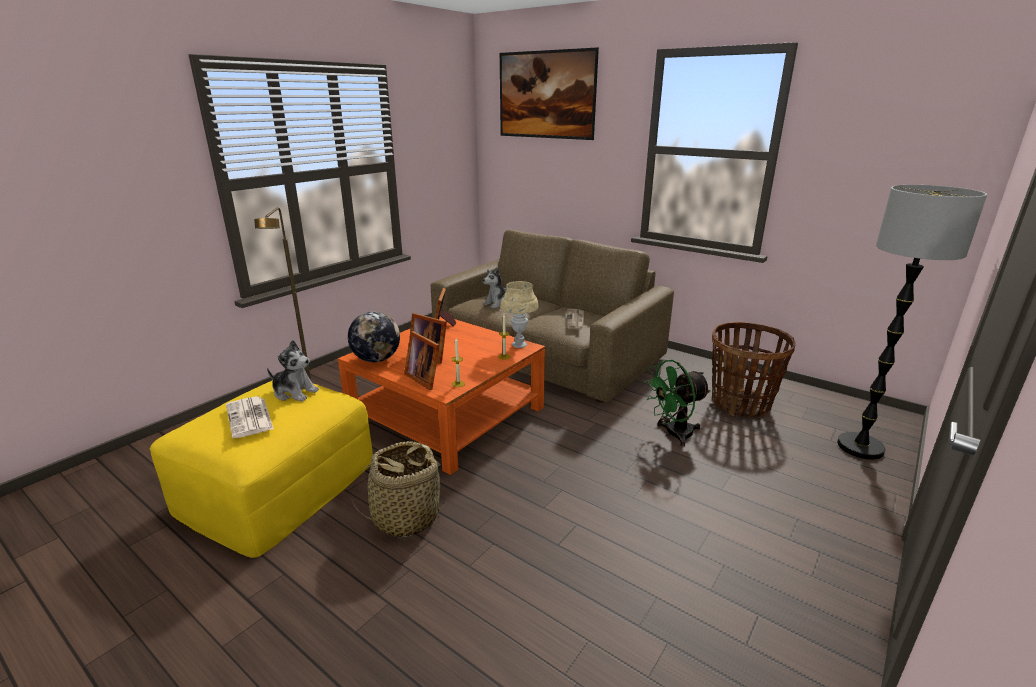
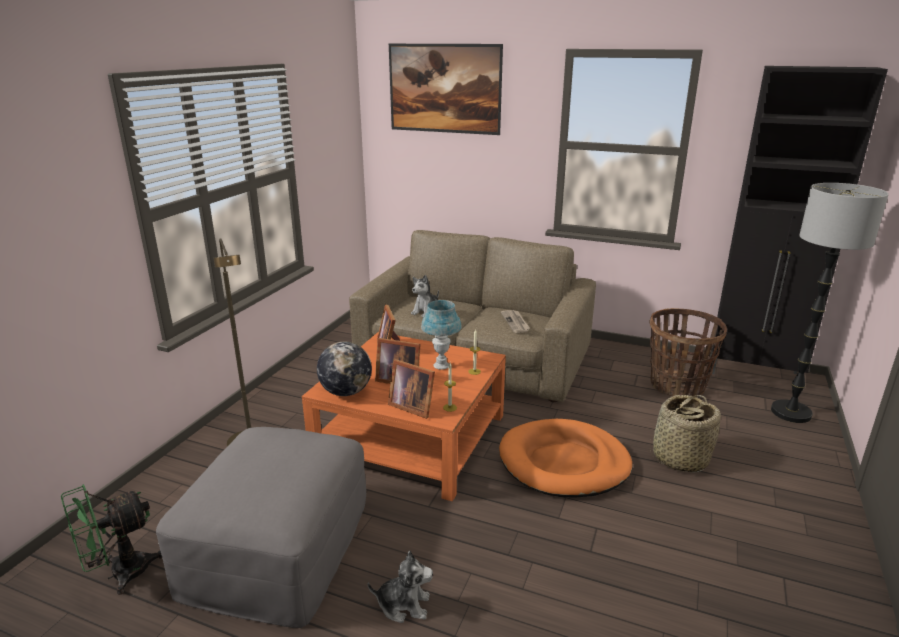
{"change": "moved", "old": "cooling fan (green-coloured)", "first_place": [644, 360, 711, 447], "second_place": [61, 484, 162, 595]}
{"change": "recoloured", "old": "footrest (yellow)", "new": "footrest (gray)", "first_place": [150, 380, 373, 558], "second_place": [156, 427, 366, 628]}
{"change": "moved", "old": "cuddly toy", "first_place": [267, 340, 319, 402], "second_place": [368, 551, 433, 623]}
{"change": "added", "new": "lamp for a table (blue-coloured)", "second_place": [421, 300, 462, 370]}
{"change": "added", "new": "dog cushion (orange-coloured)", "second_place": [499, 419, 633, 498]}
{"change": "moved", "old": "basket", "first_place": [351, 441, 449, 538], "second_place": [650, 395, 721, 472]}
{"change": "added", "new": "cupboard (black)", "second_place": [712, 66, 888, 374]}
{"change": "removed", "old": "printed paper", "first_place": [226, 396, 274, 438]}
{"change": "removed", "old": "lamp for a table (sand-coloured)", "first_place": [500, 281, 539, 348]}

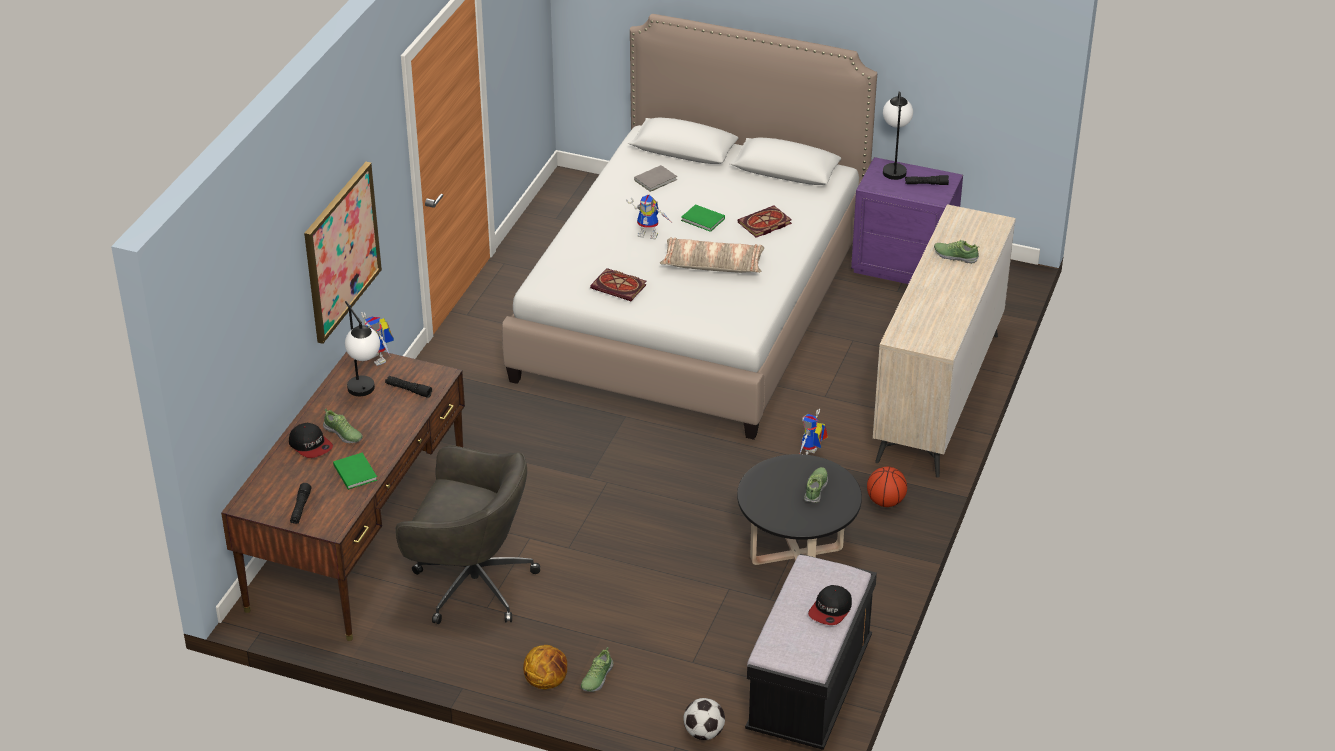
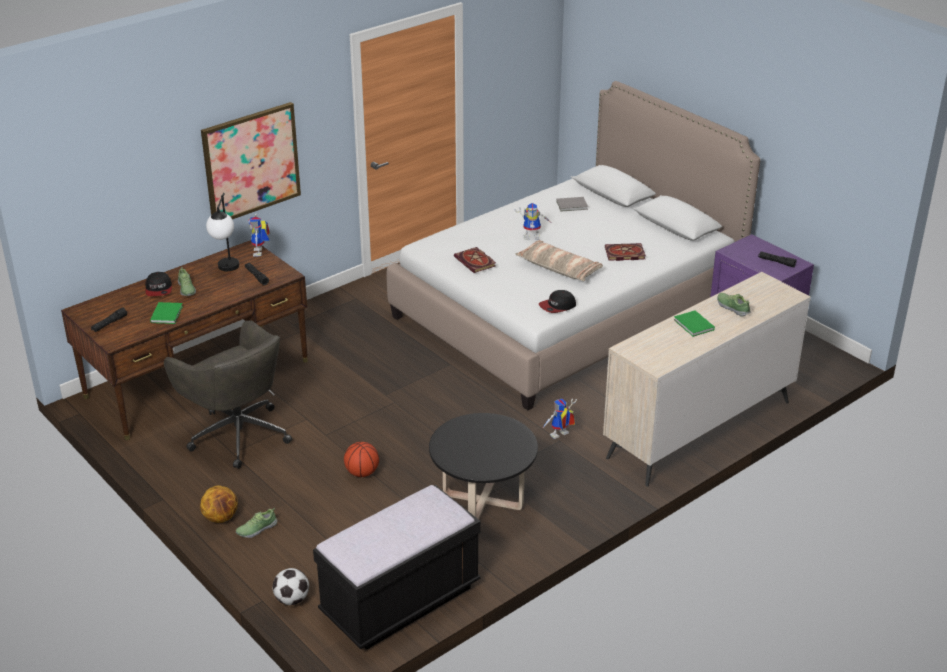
{"change": "moved", "old": "basketball", "first_place": [867, 467, 907, 507], "second_place": [344, 442, 379, 477]}
{"change": "turned", "old": "robot figure", "first_place": [626, 194, 671, 239], "second_place": [514, 203, 553, 240], "degrees": -45}
{"change": "moved", "old": "baseball cap", "first_place": [808, 585, 852, 625], "second_place": [539, 290, 576, 313]}
{"change": "moved", "old": "volume (green-coloured)", "first_place": [681, 204, 725, 232], "second_place": [674, 310, 715, 337]}
{"change": "removed", "old": "item of footwear", "first_place": [804, 467, 828, 503]}
{"change": "removed", "old": "lamp for a table", "first_place": [883, 91, 913, 180]}

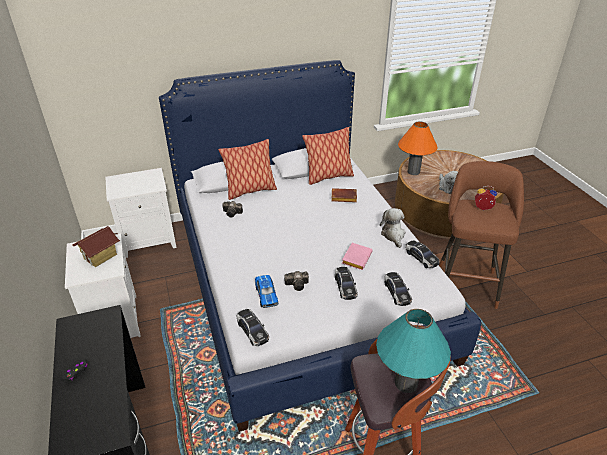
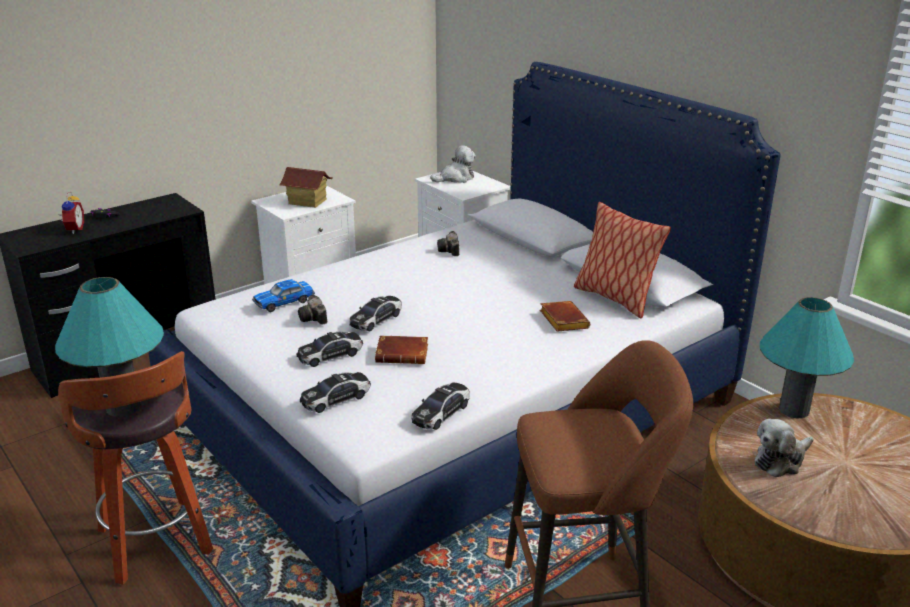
{"change": "moved", "old": "table clock", "first_place": [475, 186, 497, 210], "second_place": [60, 192, 84, 234]}
{"change": "moved", "old": "toy car", "first_place": [237, 309, 269, 346], "second_place": [349, 296, 402, 332]}
{"change": "recoloured", "old": "volume (pink-coloured)", "new": "volume (brown)", "first_place": [342, 243, 373, 270], "second_place": [375, 336, 428, 364]}
{"change": "moved", "old": "cuddly toy", "first_place": [380, 208, 405, 248], "second_place": [430, 145, 476, 183]}
{"change": "recoloured", "old": "lamp for a table (orange-coloured)", "new": "lamp for a table (turquoise-coloured)", "first_place": [398, 122, 438, 175], "second_place": [760, 297, 854, 418]}
{"change": "removed", "old": "pillow", "first_place": [218, 139, 277, 200]}

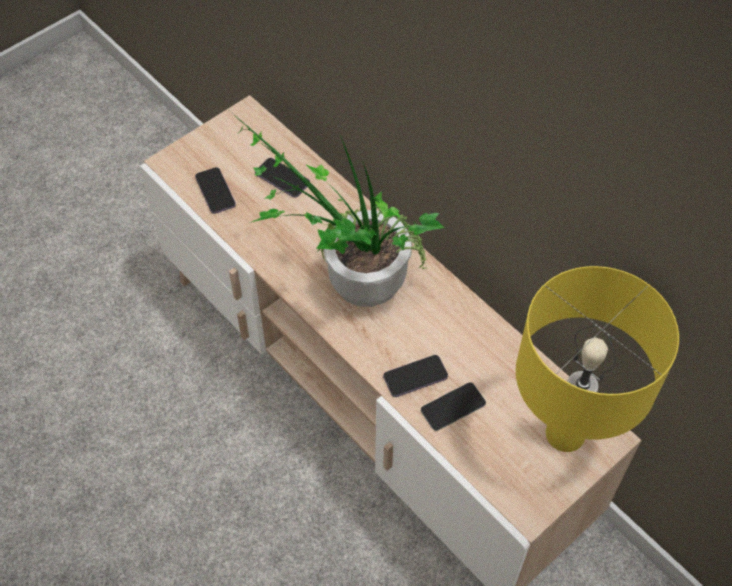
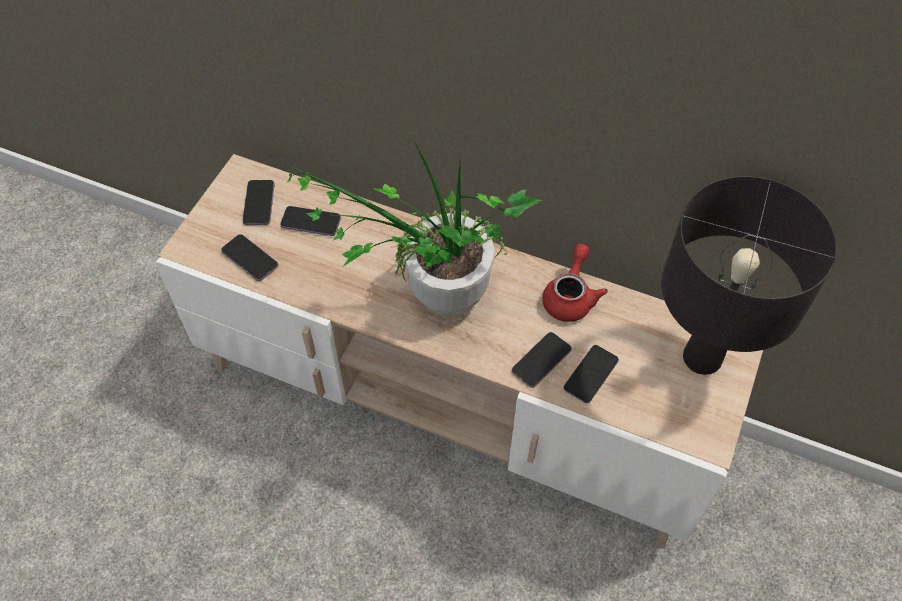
{"change": "added", "new": "telephone", "second_place": [242, 180, 275, 225]}
{"change": "added", "new": "pot for tea (red-coloured)", "second_place": [542, 244, 608, 322]}
{"change": "recoloured", "old": "lamp for a table (yellow)", "new": "lamp for a table (black)", "first_place": [516, 266, 679, 452], "second_place": [661, 176, 837, 375]}

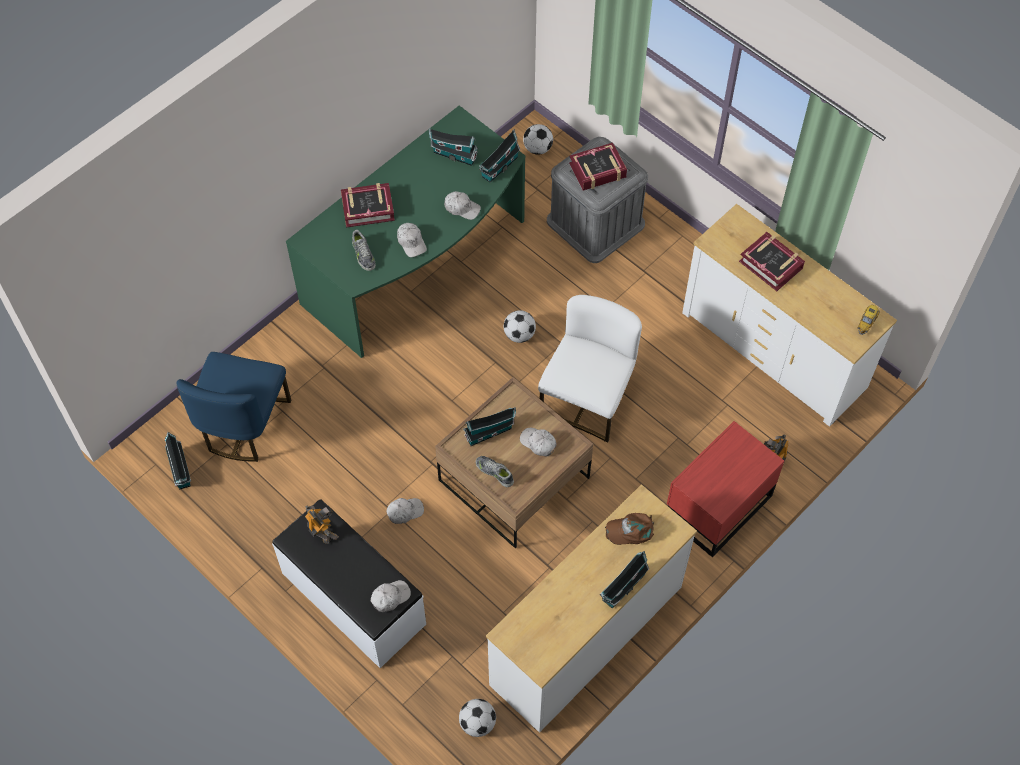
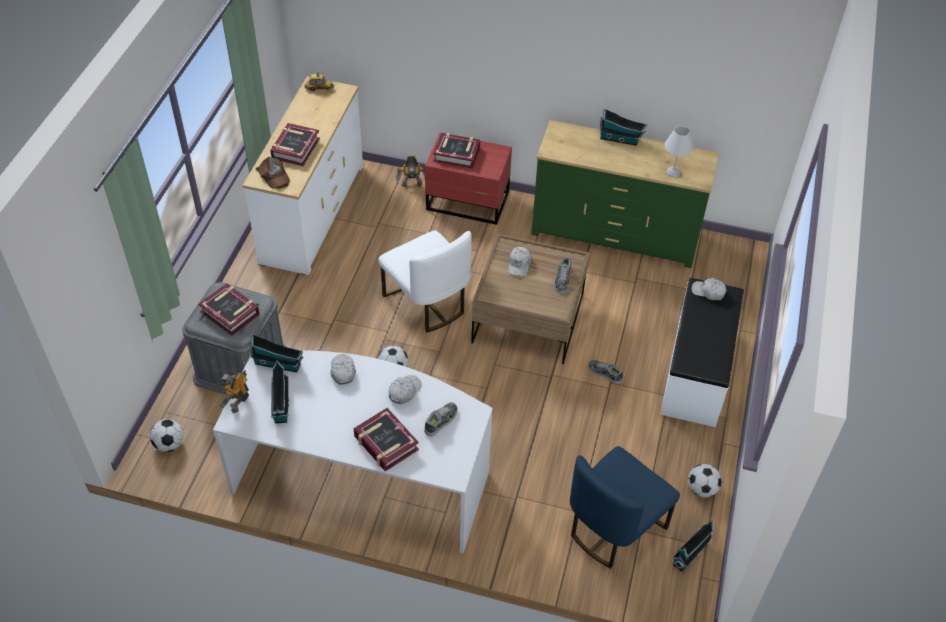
{"change": "recoloured", "old": "desk table (green-coloured)", "new": "desk table (whitish)", "first_place": [286, 106, 525, 358], "second_place": [213, 351, 492, 554]}
{"change": "moved", "old": "robot figure", "first_place": [305, 505, 339, 544], "second_place": [220, 370, 249, 413]}
{"change": "moved", "old": "baseball cap (brown)", "first_place": [605, 513, 654, 545], "second_place": [256, 157, 290, 189]}
{"change": "turned", "old": "upright chair (whitish)", "first_place": [538, 295, 642, 443], "second_place": [379, 230, 472, 332], "degrees": -120}
{"change": "added", "new": "volume", "second_place": [433, 133, 480, 169]}
{"change": "recoloured", "old": "chest of drawers (whitish)", "new": "chest of drawers (green-coloured)", "first_place": [486, 484, 697, 733], "second_place": [531, 120, 719, 268]}
{"change": "turned", "old": "upright chair (blue-coloured)", "first_place": [176, 352, 291, 462], "second_place": [570, 446, 680, 569], "degrees": 150}
{"change": "replaced", "old": "baseball cap (whitish)", "new": "item of footwear", "first_place": [386, 498, 424, 524], "second_place": [588, 360, 623, 385]}
{"change": "added", "new": "lamp for a table (whitish)", "second_place": [665, 126, 693, 177]}
{"change": "moved", "old": "ball for football", "first_place": [459, 699, 496, 737], "second_place": [688, 464, 722, 497]}
{"change": "removed", "old": "toy house", "first_place": [463, 407, 516, 446]}

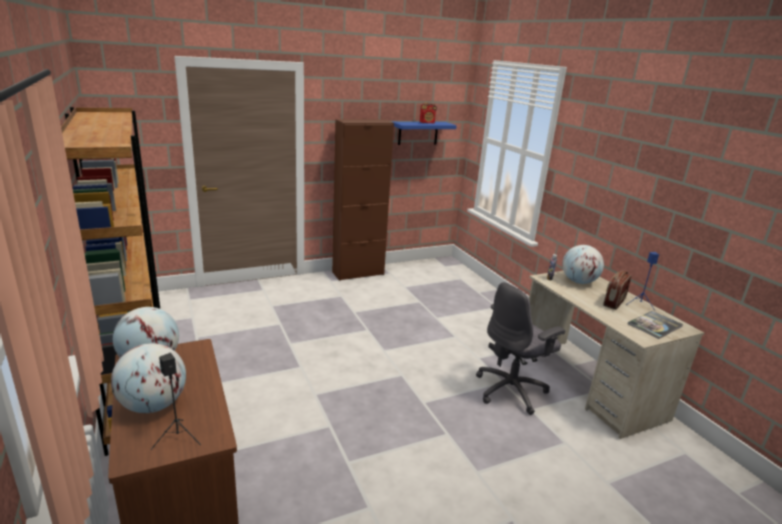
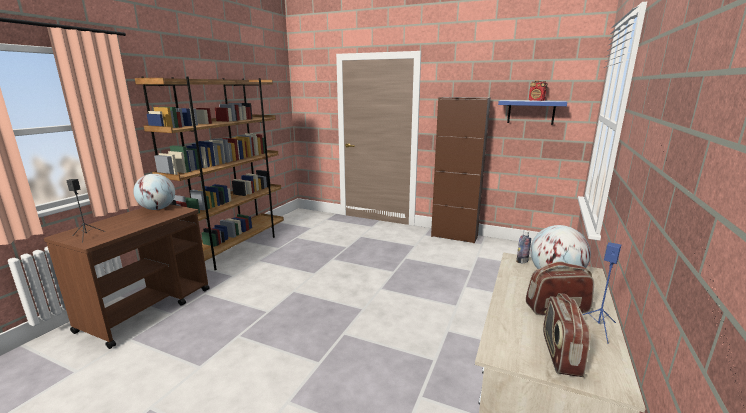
{"change": "replaced", "old": "volume", "new": "radio", "first_place": [628, 311, 683, 339], "second_place": [543, 293, 591, 377]}
{"change": "removed", "old": "world globe", "first_place": [111, 343, 186, 413]}
{"change": "removed", "old": "office chair (gray)", "first_place": [476, 282, 565, 415]}

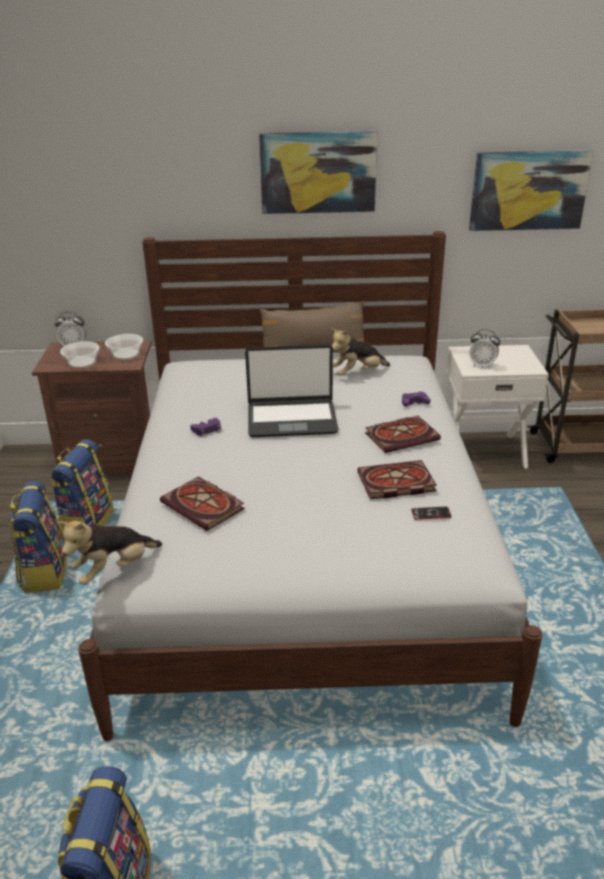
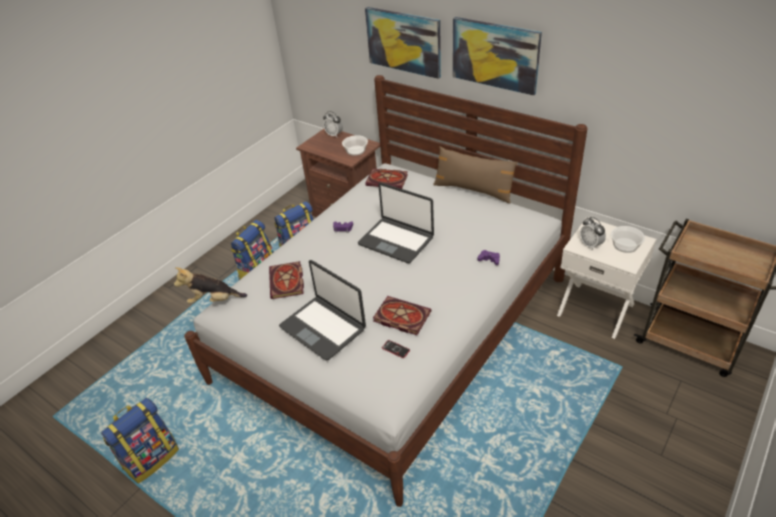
{"change": "added", "new": "laptop", "second_place": [279, 260, 366, 361]}
{"change": "moved", "old": "wall art", "first_place": [469, 150, 593, 231], "second_place": [365, 7, 441, 79]}
{"change": "moved", "old": "volume", "first_place": [365, 416, 441, 453], "second_place": [365, 168, 408, 189]}
{"change": "moved", "old": "bowl", "first_place": [60, 341, 100, 368], "second_place": [611, 226, 645, 253]}
{"change": "removed", "old": "cuddly toy", "first_place": [331, 328, 390, 375]}

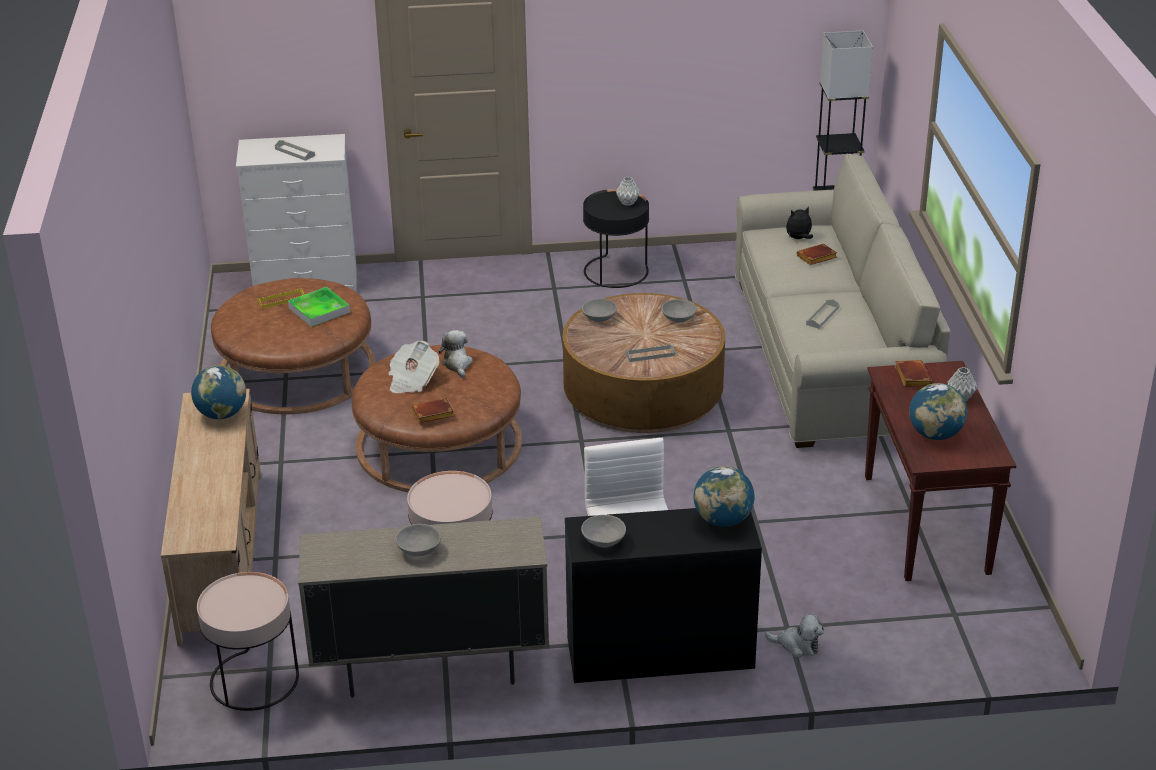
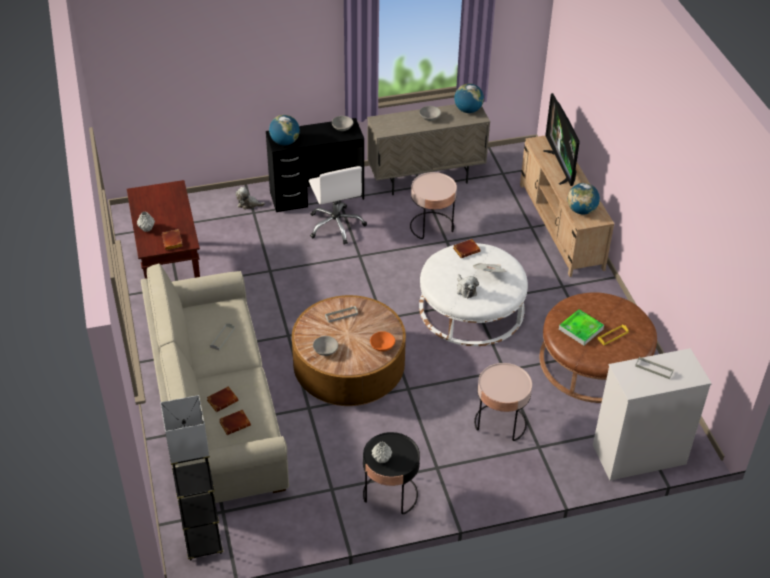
{"change": "replaced", "old": "cuddly toy", "new": "volume (brown)", "first_place": [786, 206, 813, 239], "second_place": [219, 410, 251, 435]}
{"change": "recoloured", "old": "bowl (gray)", "new": "bowl (orange-coloured)", "first_place": [582, 298, 617, 322], "second_place": [370, 331, 395, 351]}
{"change": "recoloured", "old": "footrest (brown)", "new": "footrest (whitish)", "first_place": [352, 345, 522, 492], "second_place": [419, 243, 528, 346]}
{"change": "moved", "old": "world globe", "first_place": [909, 383, 967, 440], "second_place": [454, 83, 484, 113]}
{"change": "moved", "old": "end table (pink-coloured)", "first_place": [197, 572, 299, 711], "second_place": [474, 363, 532, 441]}
{"change": "added", "new": "TV set", "second_place": [543, 93, 580, 186]}

